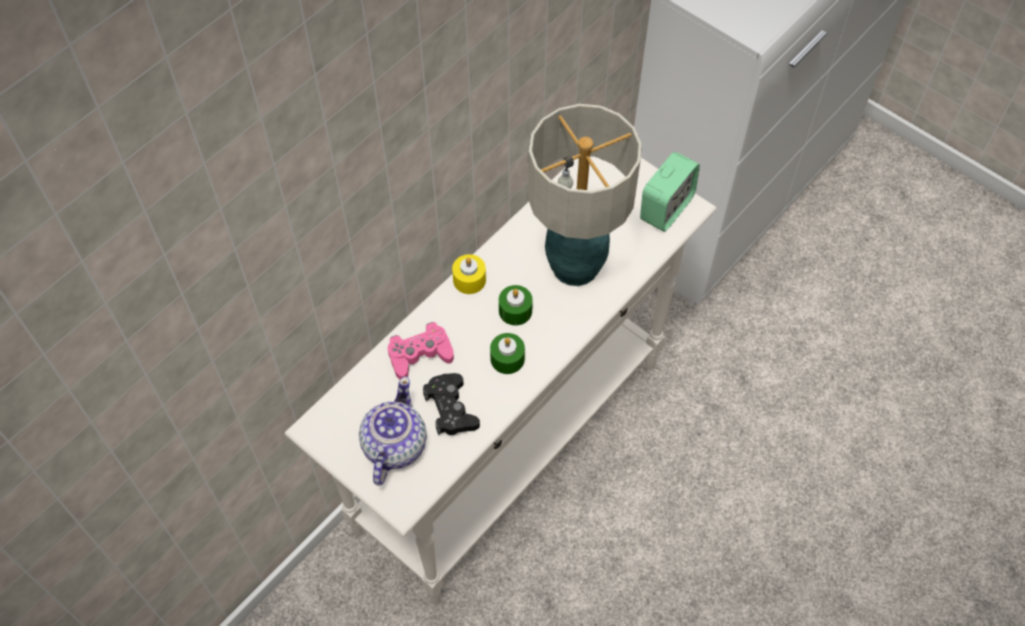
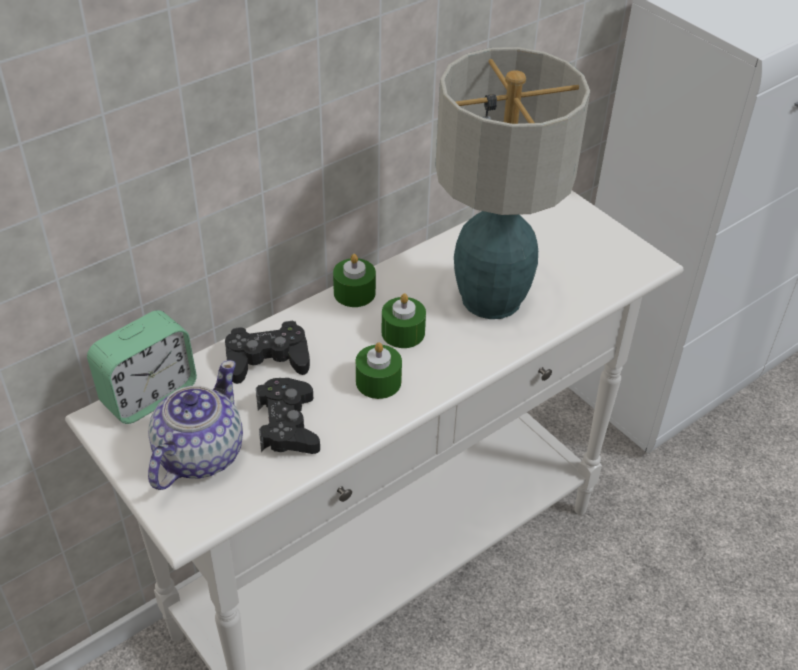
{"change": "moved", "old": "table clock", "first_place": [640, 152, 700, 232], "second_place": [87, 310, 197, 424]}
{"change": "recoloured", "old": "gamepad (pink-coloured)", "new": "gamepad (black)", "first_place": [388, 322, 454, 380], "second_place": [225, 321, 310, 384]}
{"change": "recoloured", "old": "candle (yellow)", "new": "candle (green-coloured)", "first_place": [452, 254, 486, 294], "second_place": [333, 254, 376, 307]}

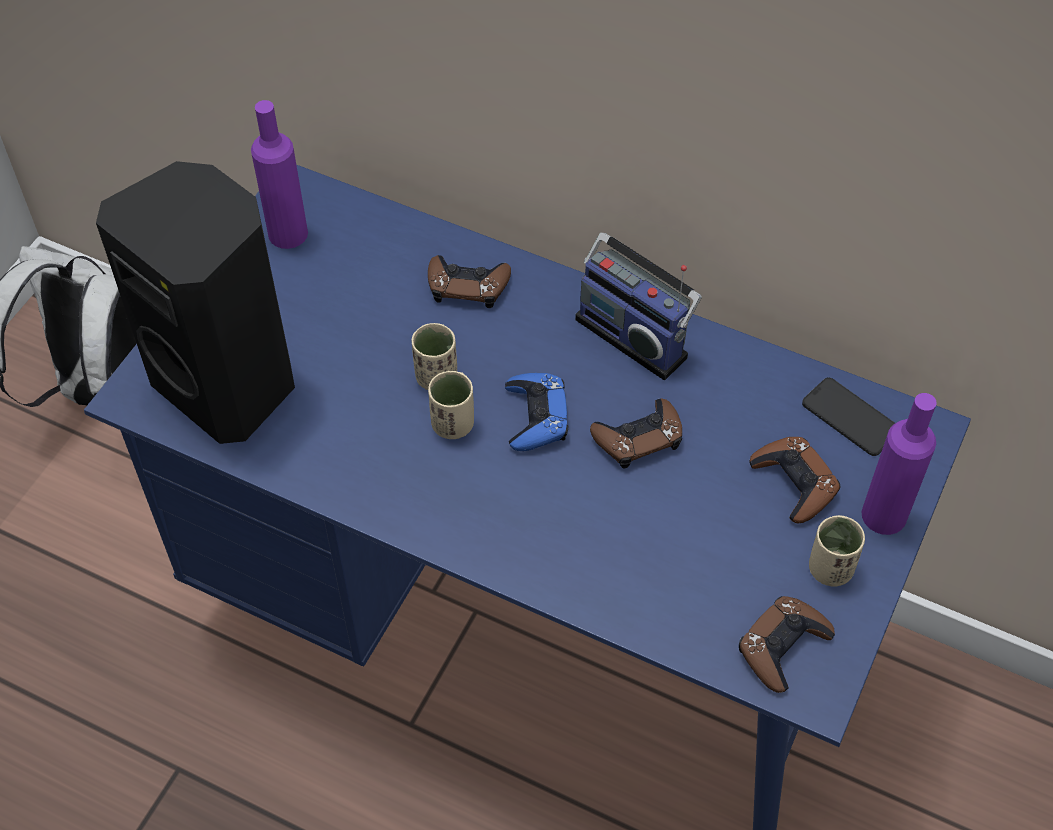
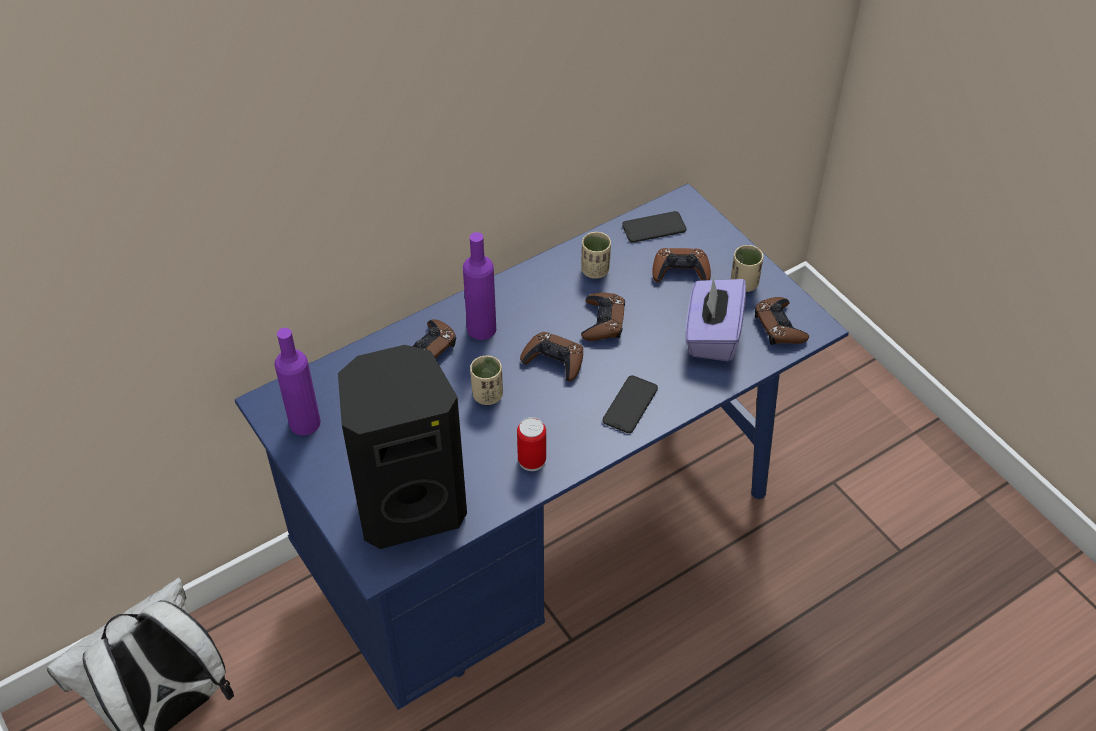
{"change": "moved", "old": "beverage bottle (purplish)", "first_place": [861, 393, 937, 535], "second_place": [463, 232, 496, 340]}
{"change": "added", "new": "can", "second_place": [517, 417, 546, 471]}
{"change": "recoloured", "old": "gamepad (blue-coloured)", "new": "gamepad (brown)", "first_place": [505, 373, 568, 451], "second_place": [520, 332, 583, 381]}
{"change": "moved", "old": "small cup (sand-coloured)", "first_place": [428, 371, 474, 439], "second_place": [581, 232, 611, 279]}
{"change": "added", "new": "telephone", "second_place": [603, 375, 658, 433]}
{"change": "added", "new": "box of tissues (purplish)", "second_place": [686, 278, 746, 361]}
{"change": "removed", "old": "radio", "first_place": [575, 233, 702, 380]}

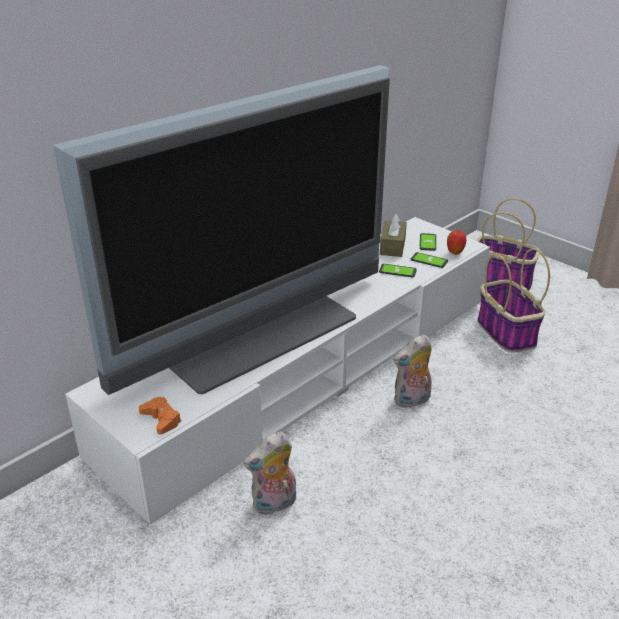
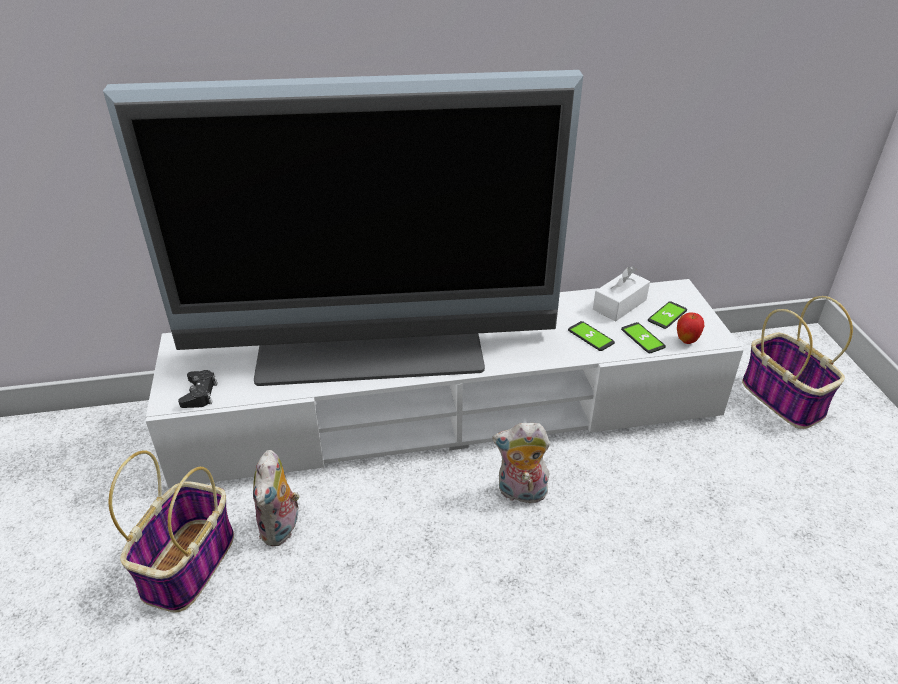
{"change": "moved", "old": "basket", "first_place": [478, 248, 550, 353], "second_place": [109, 450, 234, 613]}
{"change": "recoloured", "old": "gamepad (orange-coloured)", "new": "gamepad (black)", "first_place": [139, 397, 181, 434], "second_place": [178, 370, 217, 408]}
{"change": "turned", "old": "cuddly toy", "first_place": [243, 432, 296, 516], "second_place": [253, 450, 301, 546], "degrees": -90}
{"change": "recoloured", "old": "box of tissues (brown)", "new": "box of tissues (whitish)", "first_place": [380, 214, 407, 257], "second_place": [593, 266, 650, 322]}

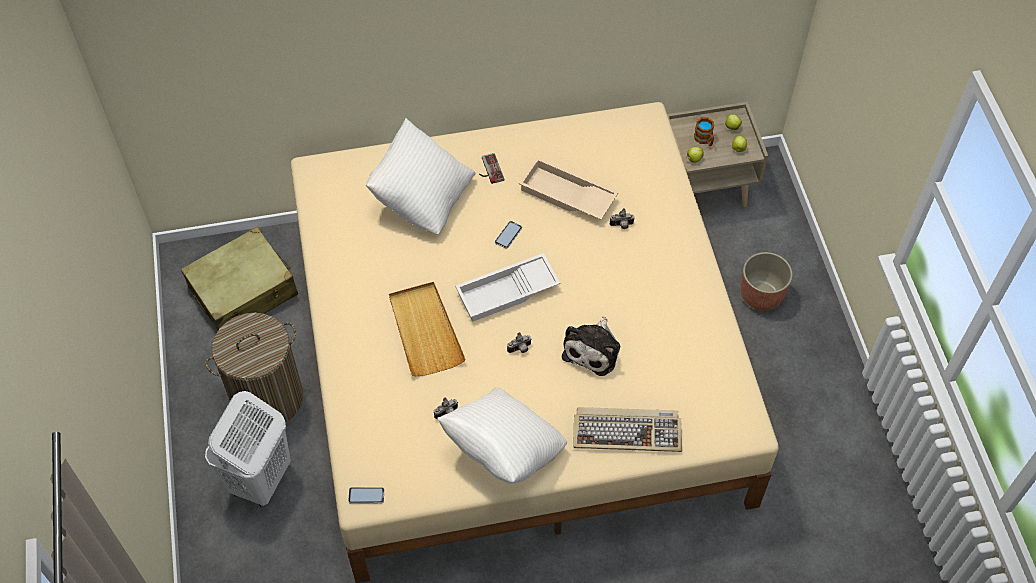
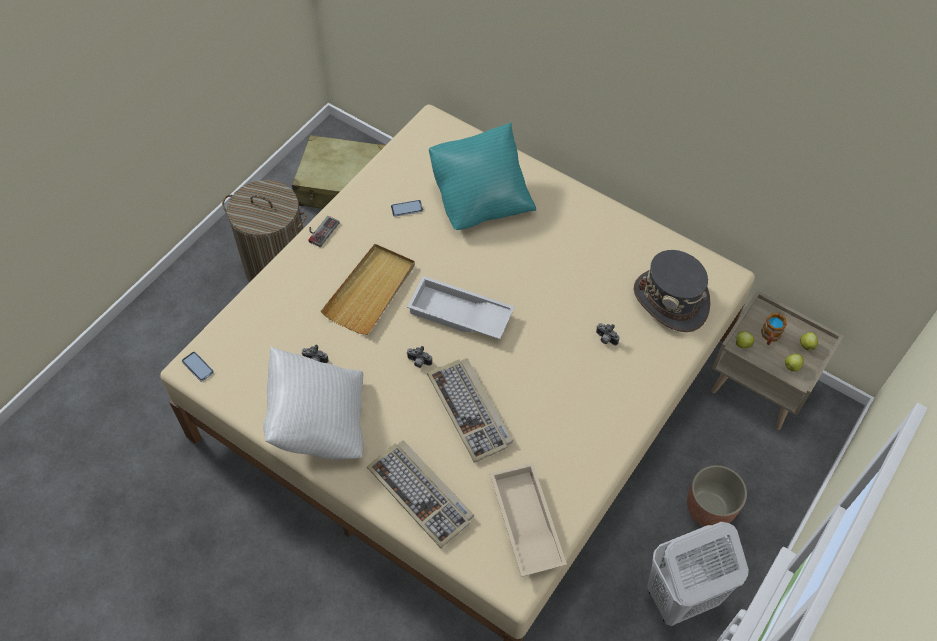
{"change": "moved", "old": "gamepad", "first_place": [479, 153, 504, 184], "second_place": [308, 216, 339, 247]}
{"change": "moved", "old": "telephone", "first_place": [495, 221, 522, 249], "second_place": [391, 200, 423, 217]}
{"change": "replaced", "old": "cuddly toy", "new": "PC keyboard", "first_place": [562, 316, 620, 376], "second_place": [427, 358, 513, 463]}
{"change": "recoloured", "old": "pillow (whitish)", "new": "pillow (turquoise-coloured)", "first_place": [366, 118, 476, 234], "second_place": [429, 122, 536, 230]}
{"change": "moved", "old": "serving tray (sand-coloured)", "first_place": [519, 157, 619, 220], "second_place": [490, 462, 567, 577]}
{"change": "added", "new": "hat (gray)", "second_place": [634, 250, 710, 332]}
{"change": "moved", "old": "washing basket (whitish)", "first_place": [205, 391, 291, 507], "second_place": [647, 522, 749, 626]}

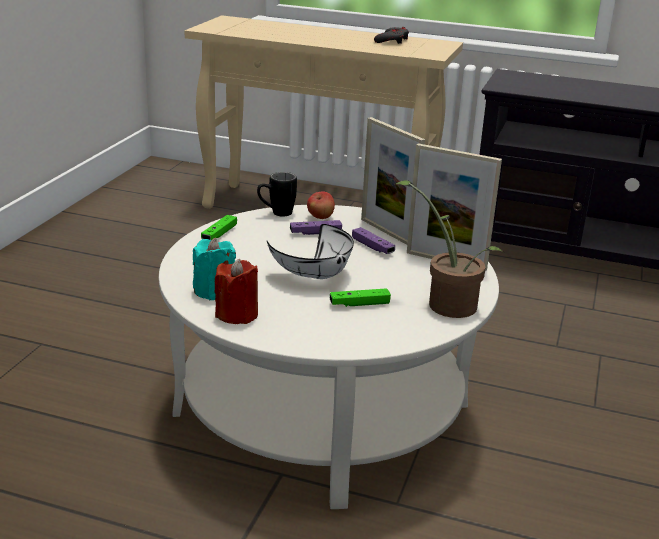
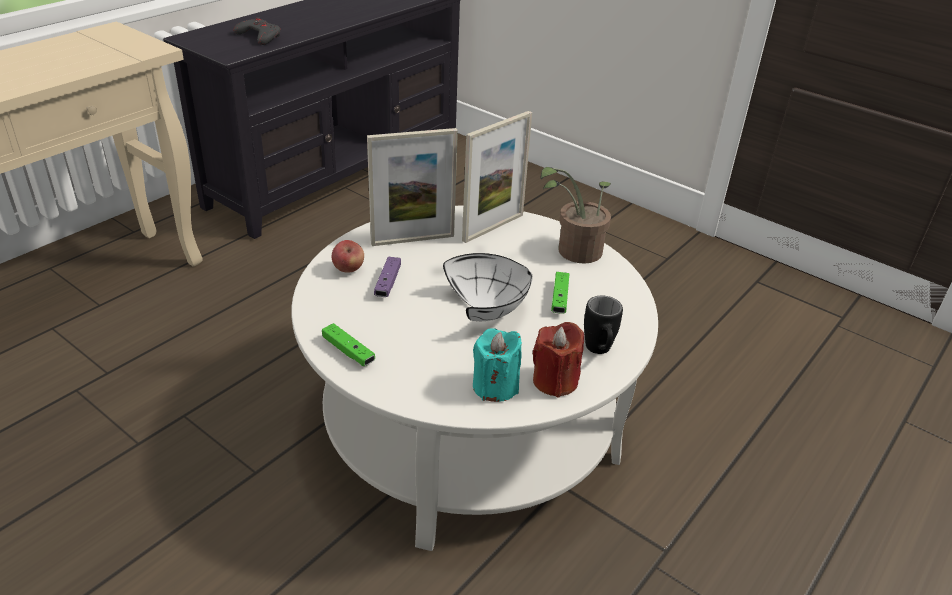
{"change": "moved", "old": "gamepad (gray)", "first_place": [374, 27, 409, 44], "second_place": [233, 17, 281, 45]}
{"change": "moved", "old": "tea mug (black)", "first_place": [257, 172, 297, 217], "second_place": [584, 296, 623, 354]}
{"change": "removed", "old": "gamepad (purplish)", "first_place": [352, 227, 395, 254]}

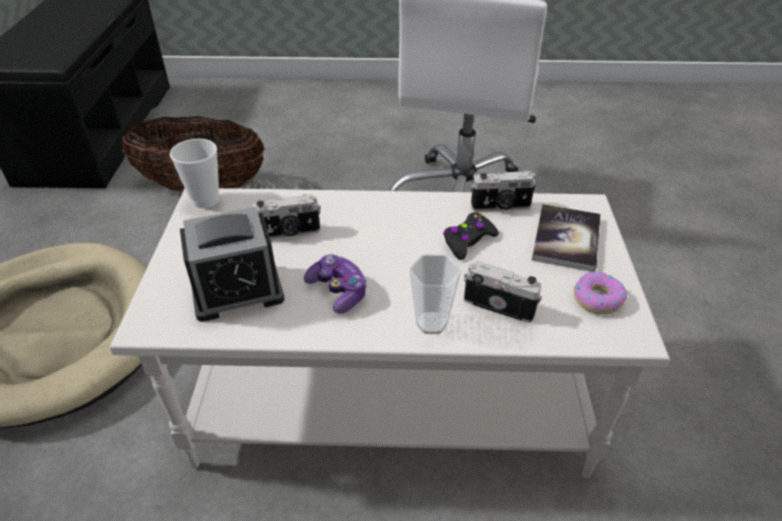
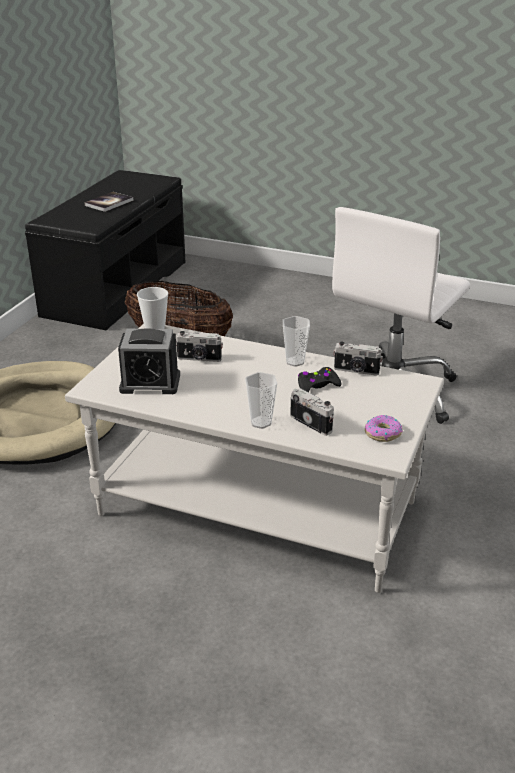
{"change": "moved", "old": "volume", "first_place": [532, 204, 601, 272], "second_place": [84, 192, 134, 212]}
{"change": "added", "new": "small cup", "second_place": [283, 316, 310, 366]}
{"change": "removed", "old": "gamepad", "first_place": [304, 254, 367, 314]}

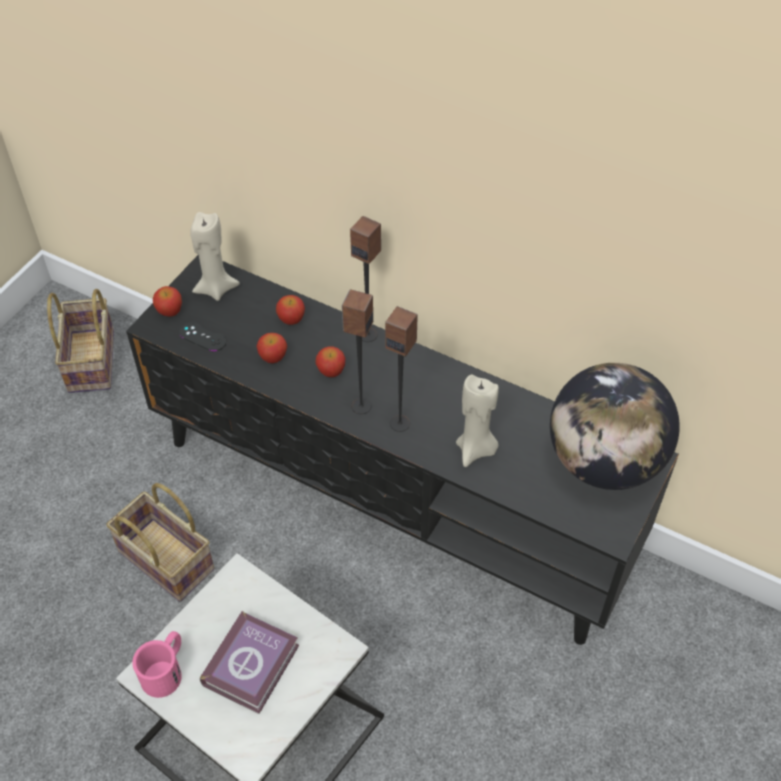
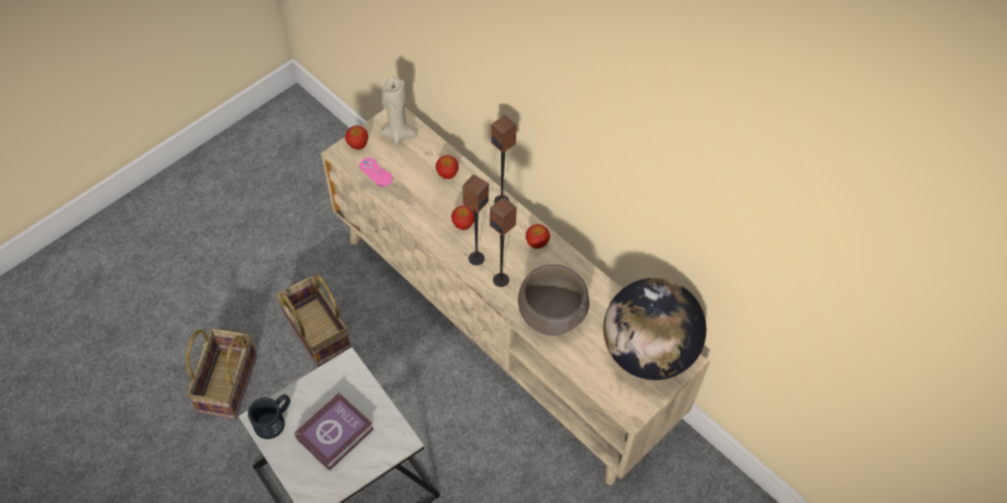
{"change": "moved", "old": "basket", "first_place": [47, 289, 114, 393], "second_place": [186, 328, 257, 419]}
{"change": "recoloured", "old": "tea mug (pink-coloured)", "new": "tea mug (black)", "first_place": [132, 631, 182, 698], "second_place": [248, 394, 290, 439]}
{"change": "recoloured", "old": "tv unit (black)", "new": "tv unit (sand-coloured)", "first_place": [126, 255, 679, 645], "second_place": [321, 107, 710, 485]}
{"change": "recoloured", "old": "gamepad (black)", "new": "gamepad (pink-coloured)", "first_place": [179, 322, 226, 351], "second_place": [359, 158, 393, 186]}
{"change": "replaced", "old": "candle (sand-coloured)", "new": "bowl (brown)", "first_place": [456, 375, 499, 467], "second_place": [518, 264, 589, 336]}
{"change": "moved", "old": "apple", "first_place": [256, 333, 287, 363], "second_place": [526, 224, 550, 249]}

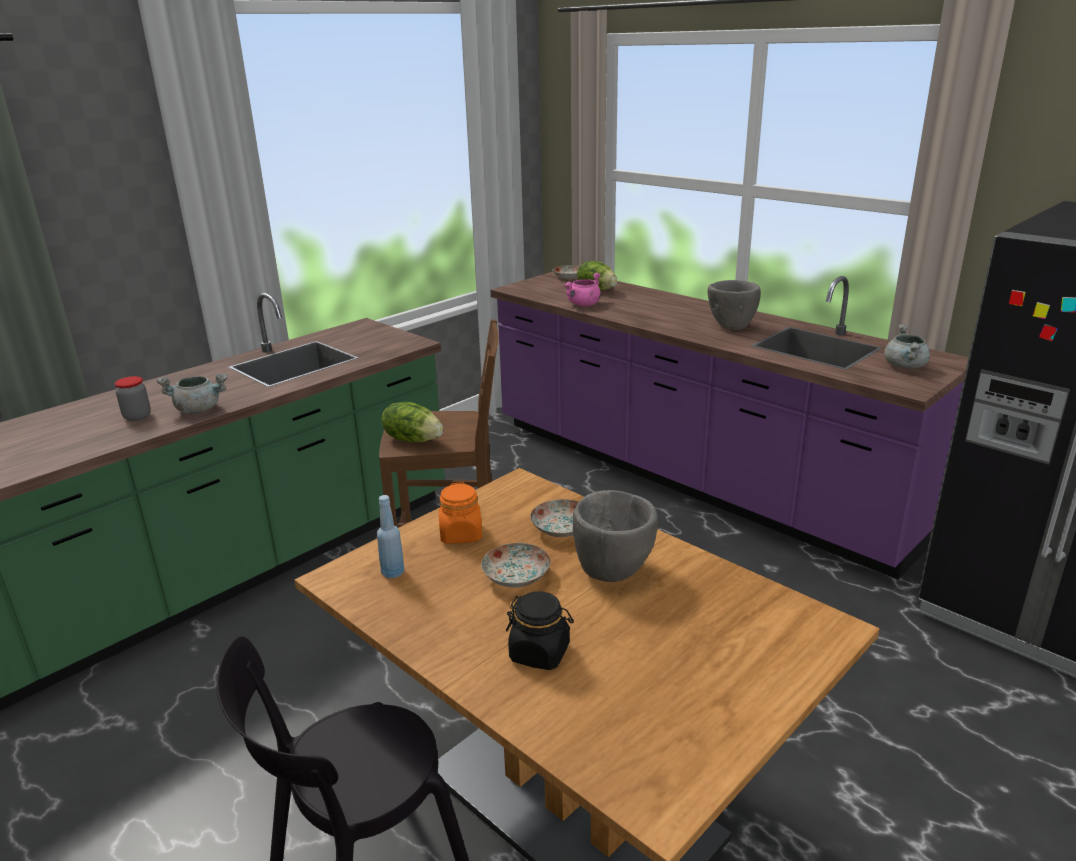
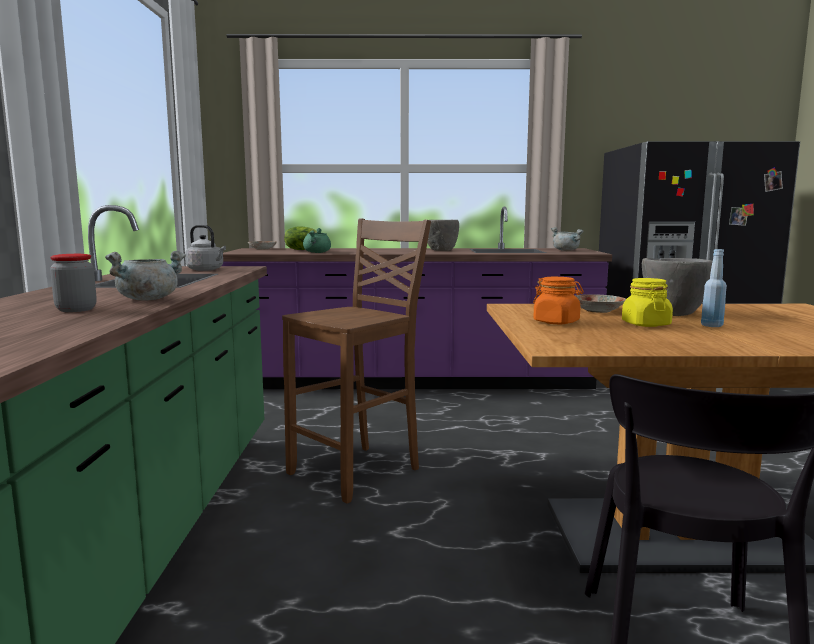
{"change": "added", "new": "tea kettle (gray)", "second_place": [185, 225, 226, 271]}
{"change": "recoloured", "old": "saucepot (pink-coloured)", "new": "saucepot (green-coloured)", "first_place": [564, 273, 601, 306], "second_place": [303, 228, 331, 253]}
{"change": "replaced", "old": "flat dish", "new": "preserve jar (yellow)", "first_place": [481, 543, 551, 587], "second_place": [622, 278, 673, 327]}
{"change": "moved", "old": "beverage bottle (blue-coloured)", "first_place": [377, 495, 405, 578], "second_place": [701, 249, 727, 327]}
{"change": "removed", "old": "head of lettuce", "first_place": [381, 402, 443, 443]}
{"change": "removed", "old": "preserve jar (black)", "first_place": [506, 591, 574, 670]}

